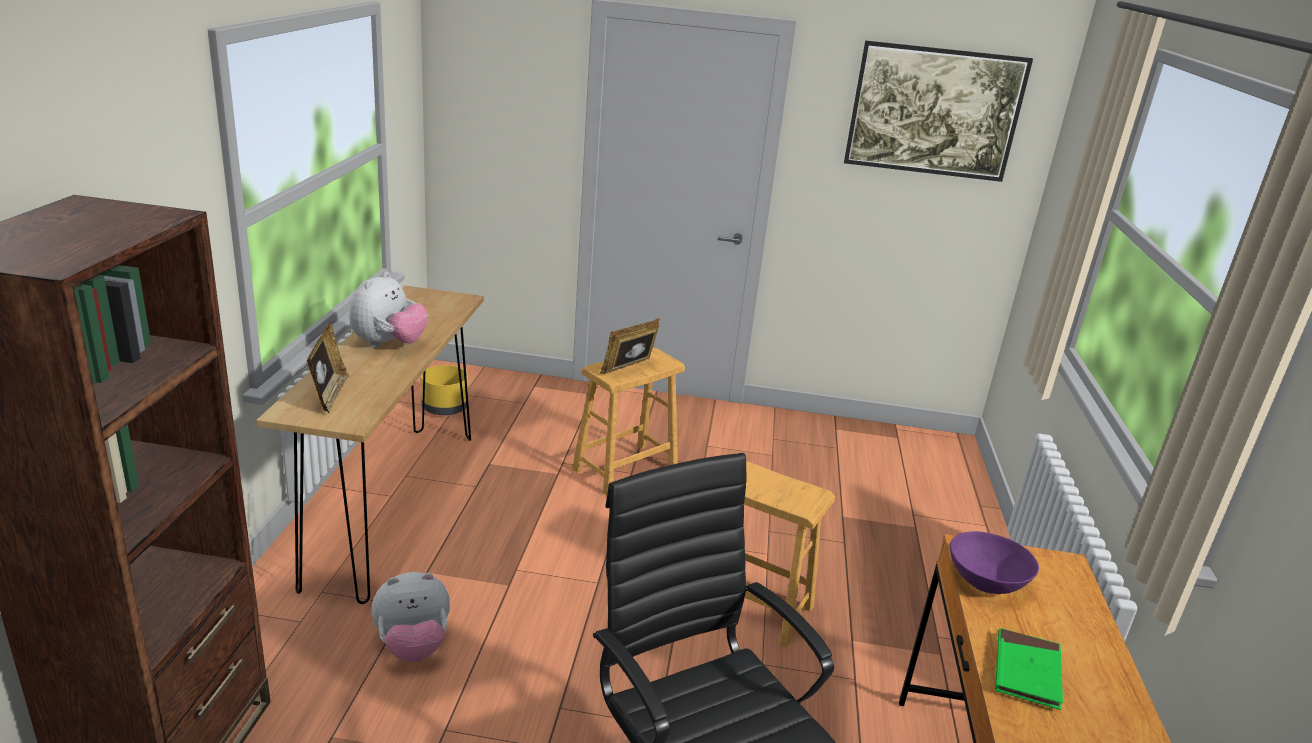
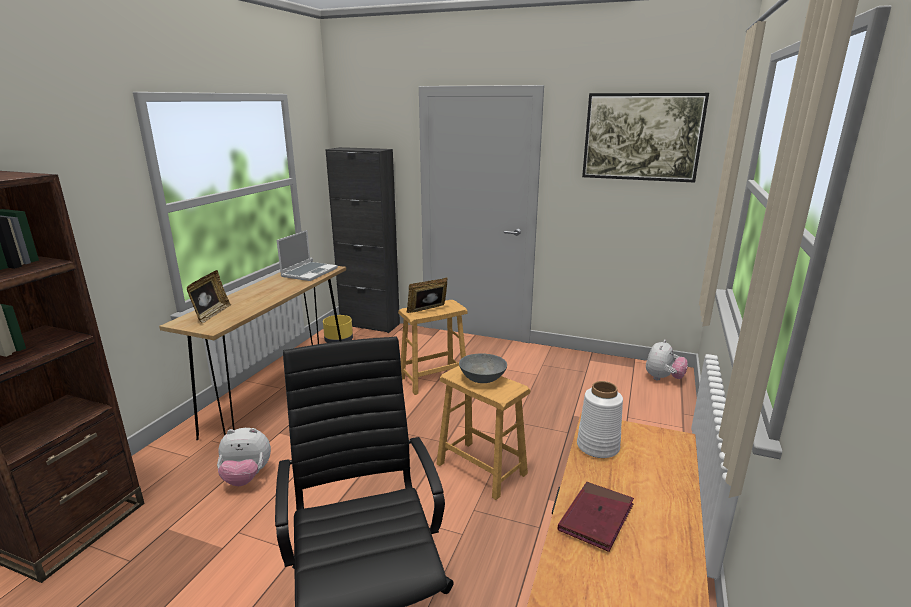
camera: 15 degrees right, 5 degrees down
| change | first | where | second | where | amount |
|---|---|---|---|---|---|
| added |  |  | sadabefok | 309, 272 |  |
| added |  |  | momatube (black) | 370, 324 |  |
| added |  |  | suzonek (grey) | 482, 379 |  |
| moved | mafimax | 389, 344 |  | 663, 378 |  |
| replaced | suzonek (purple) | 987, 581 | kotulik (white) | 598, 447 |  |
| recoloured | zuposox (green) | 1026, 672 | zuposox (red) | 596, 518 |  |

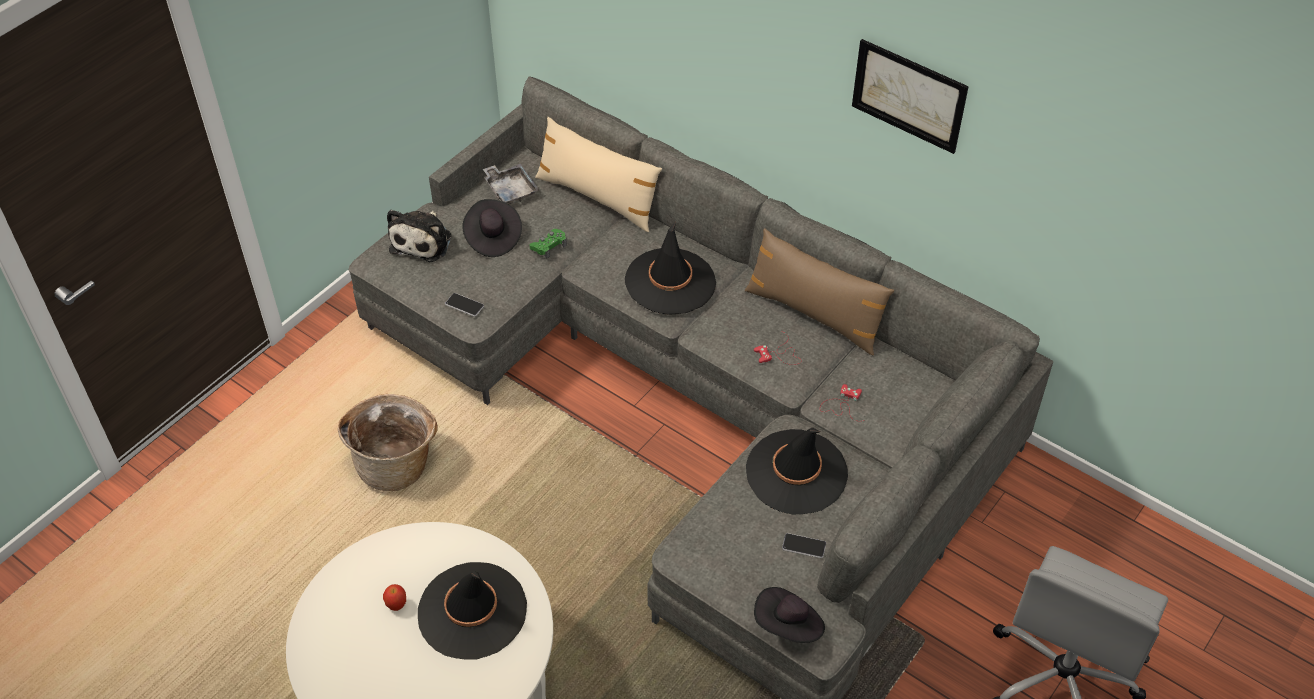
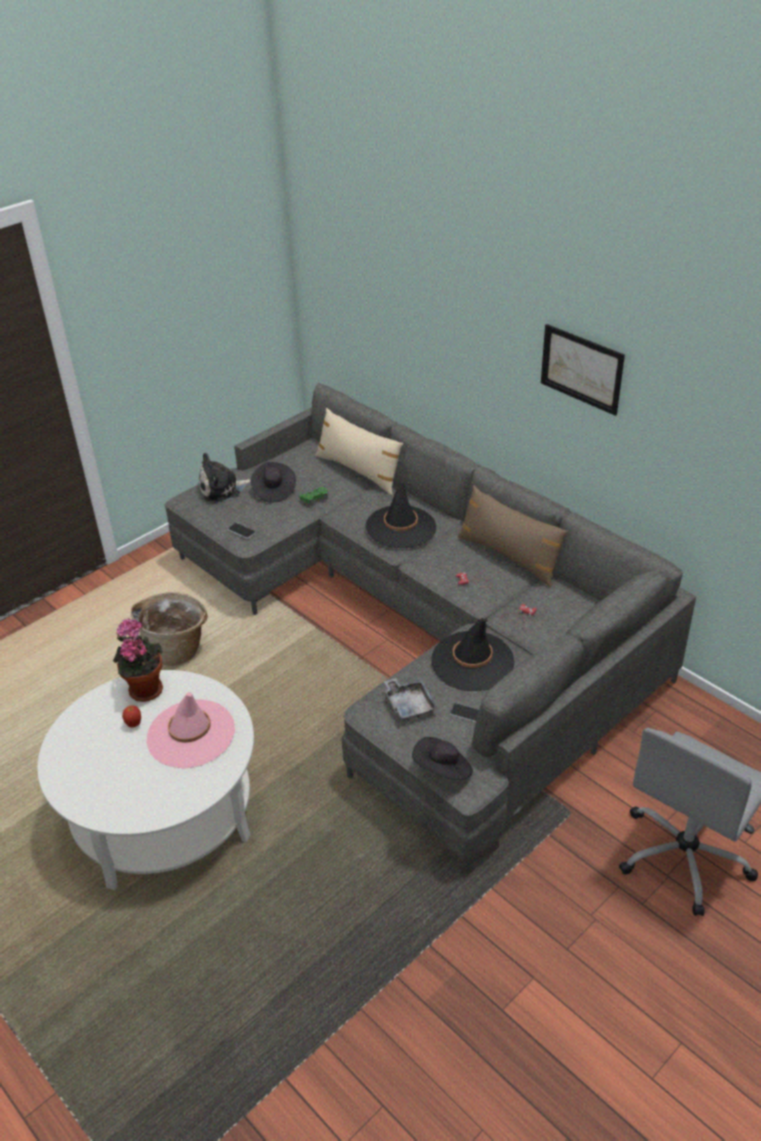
camera: 10 degrees right, 10 degrees down
| change | first | where | second | where | amount |
|---|---|---|---|---|---|
| added |  |  | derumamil | 144, 688 |  |
| moved | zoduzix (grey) | 510, 190 |  | 409, 704 |  |
| recoloured | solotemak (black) | 472, 611 | solotemak (pink) | 191, 734 |  |
| turned | mafimax | 423, 241 |  | 222, 489 | 45 degrees clockwise |

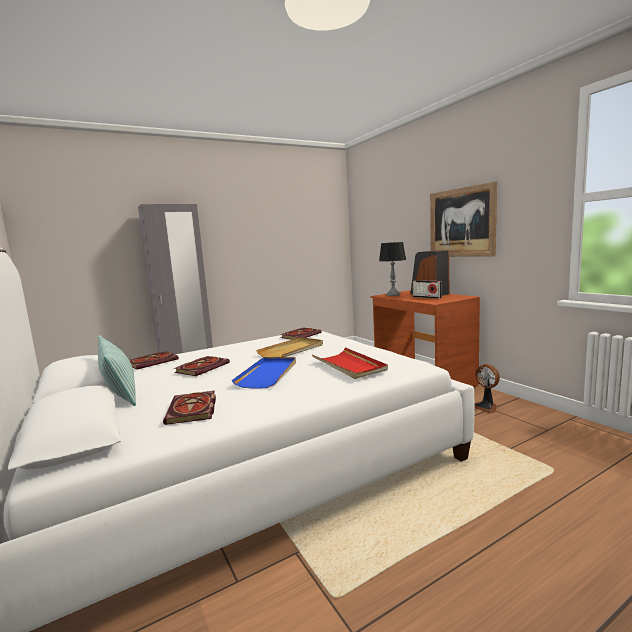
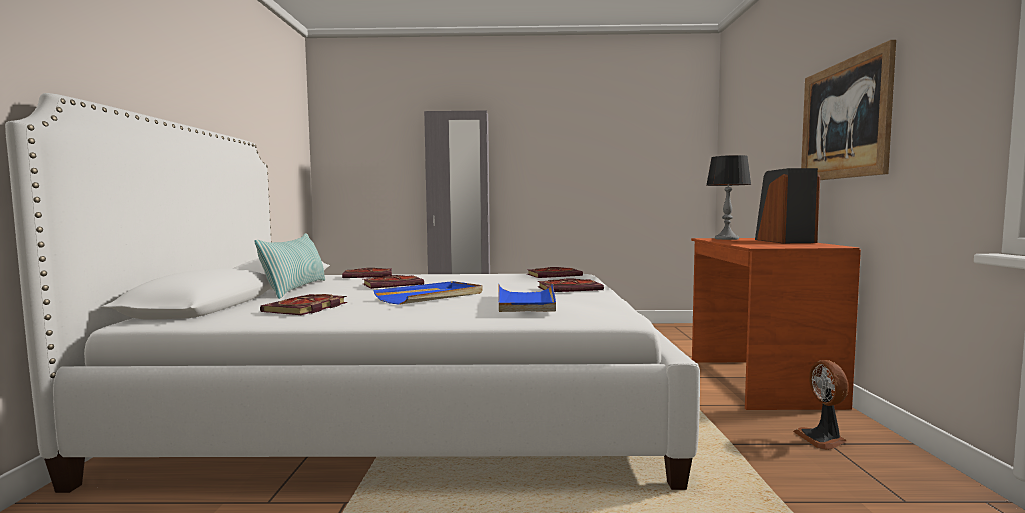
camera: 30 degrees right, 5 degrees down
| change | first | where | second | where | amount |
|---|---|---|---|---|---|
| removed | zoduzix (beige) | 292, 350 |  |  |  |
| removed | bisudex | 427, 297 |  |  |  |
| added |  |  | zuposox | 570, 289 |  |
| recoloured | zoduzix (red) | 349, 365 | zoduzix (blue) | 526, 301 |  |

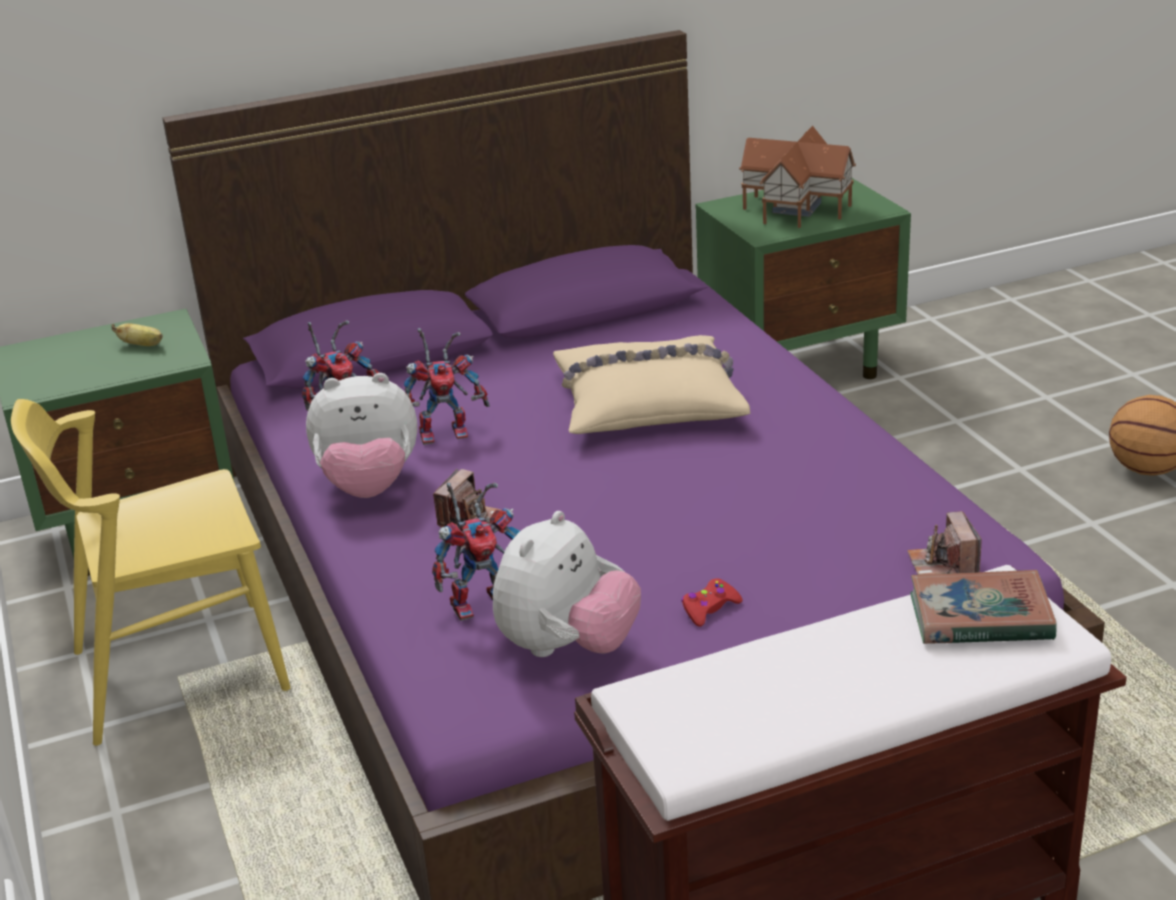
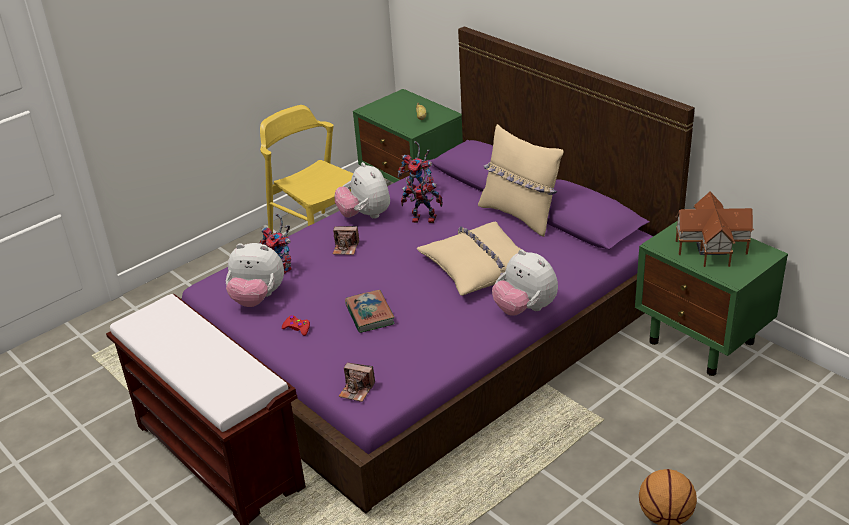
camera: 70 degrees right, 5 degrees up
| change | first | where | second | where | amount |
|---|---|---|---|---|---|
| added |  |  | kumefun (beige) | 519, 215 |  |
| added |  |  | mafimax | 525, 309 |  |
| moved | zuposox | 980, 617 |  | 369, 314 |  |
| turned | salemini | 447, 432 |  | 421, 220 | 135 degrees clockwise |
| turned | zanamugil | 942, 564 |  | 357, 390 | 135 degrees counterclockwise |

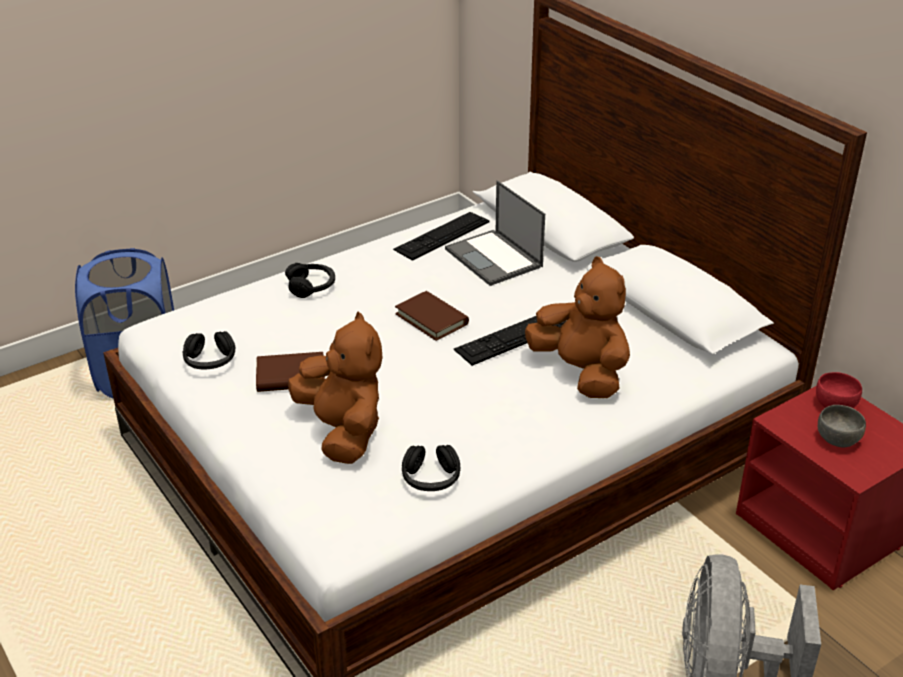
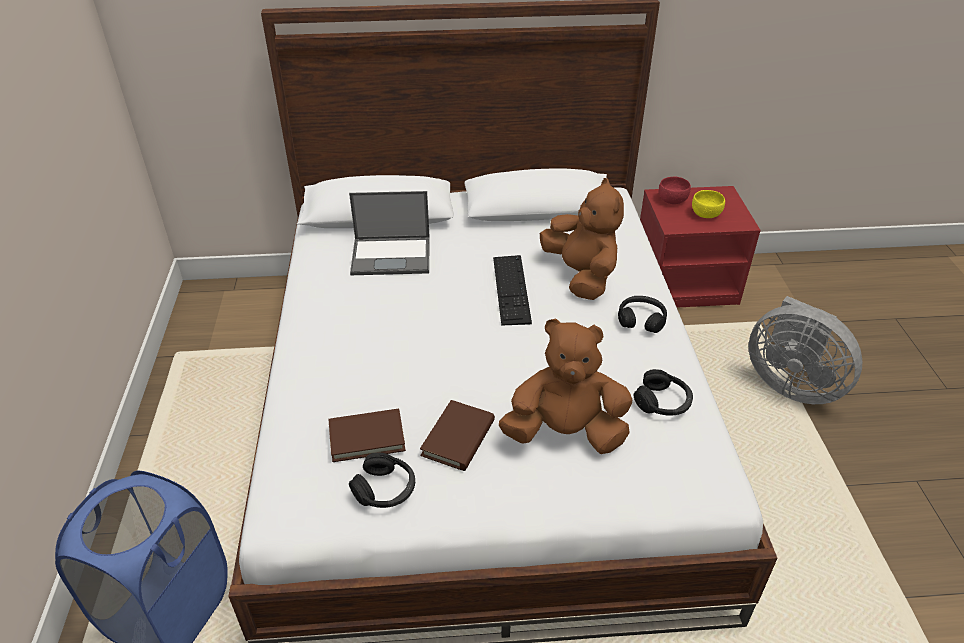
camera: 60 degrees left, 5 degrees up
| change | first | where | second | where | amount |
|---|---|---|---|---|---|
| removed | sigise | 442, 235 |  |  |  |
| moved | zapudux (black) | 311, 286 |  | 641, 320 |  |
| moved | zuposox (brown) | 431, 319 |  | 367, 437 |  |
| recoloured | suzonek (grey) | 838, 439 | suzonek (yellow) | 706, 214 |  |
| turned | mafimax (brown) | 581, 372 |  | 581, 276 | 75 degrees clockwise |

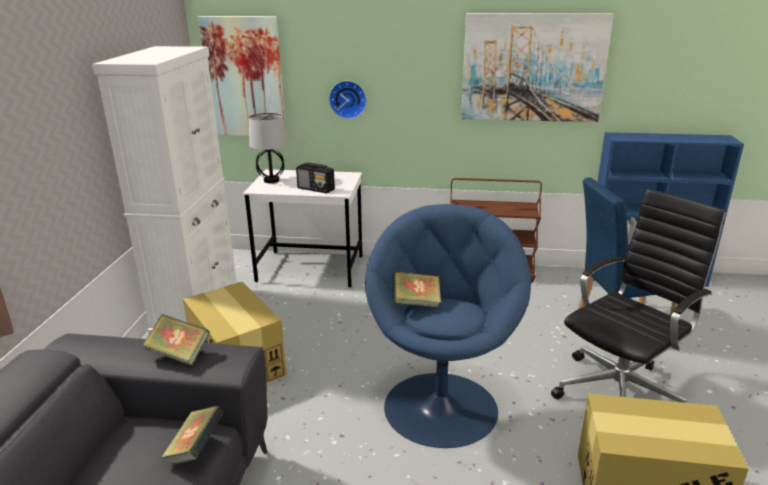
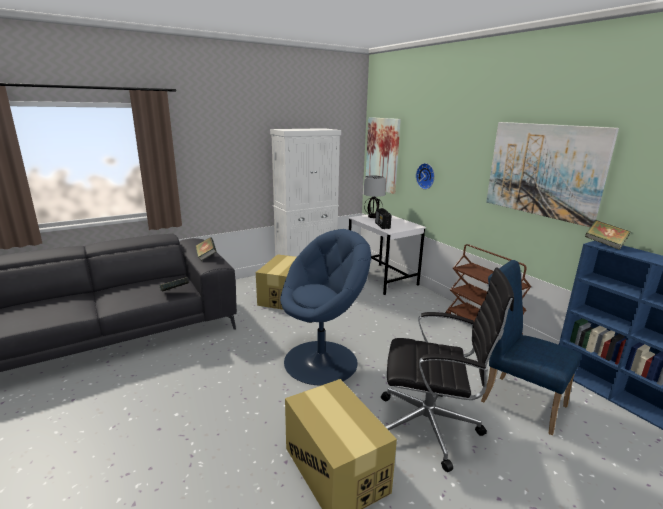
camera: 50 degrees right, 5 degrees down
| change | first | where | second | where | amount |
|---|---|---|---|---|---|
| moved | zuposox | 416, 302 |  | 604, 244 |  |

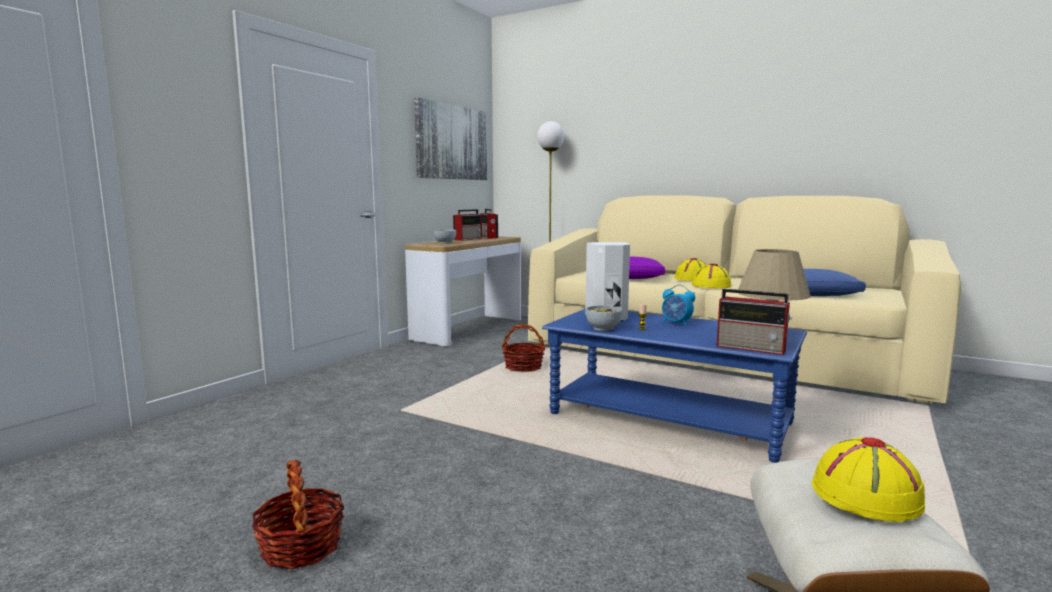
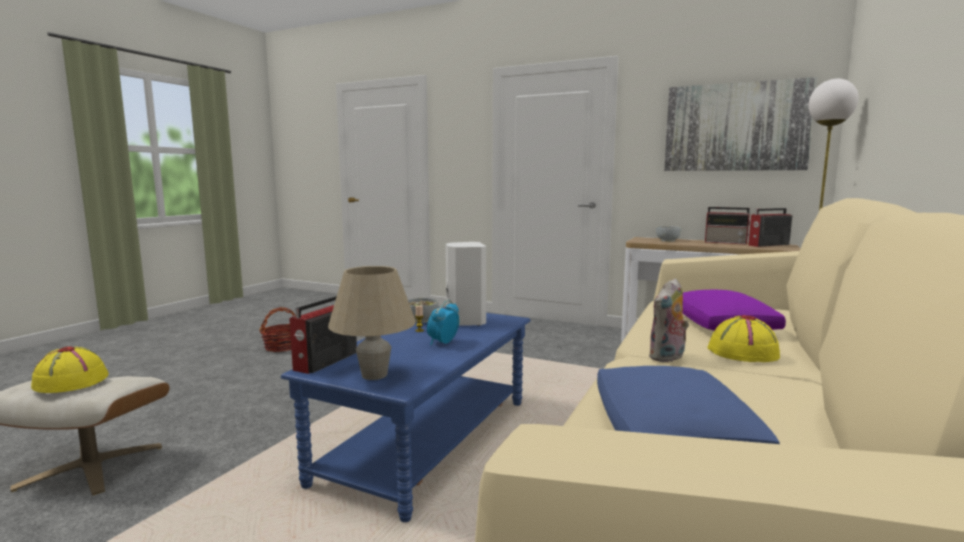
camera: 85 degrees right, 0 degrees up
| change | first | where | second | where | amount |
|---|---|---|---|---|---|
| removed | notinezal | 523, 367 |  |  |  |
| replaced | solotemak (yellow) | 711, 286 | mafimax | 667, 357 |  |

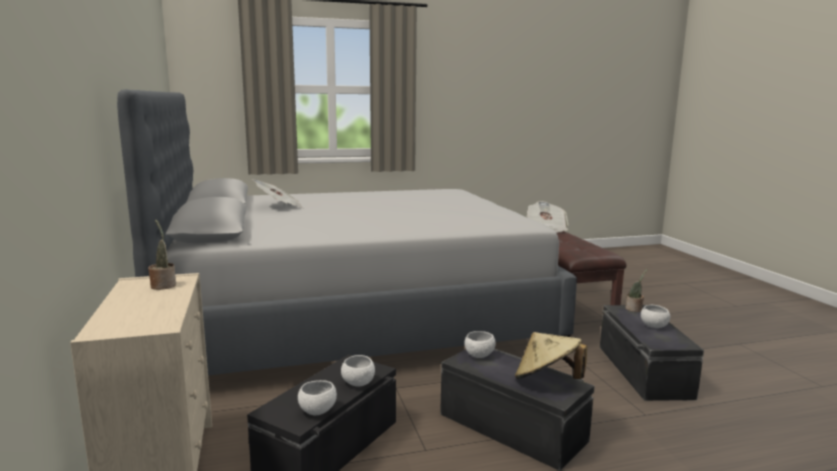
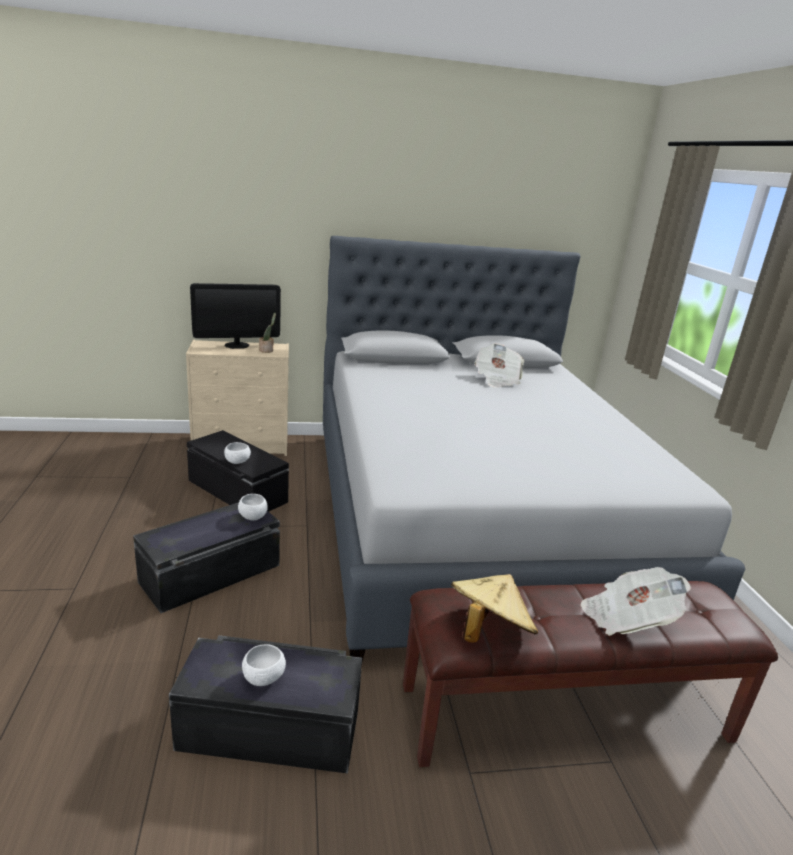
camera: 95 degrees right, 10 degrees up
| change | first | where | second | where | amount |
|---|---|---|---|---|---|
| removed | suzonek (white) | 318, 411 |  |  |  |
| removed | derumamil | 634, 309 |  |  |  |
| added |  |  | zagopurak | 237, 345 |  |
| moved | solotemak (beige) | 547, 380 |  | 488, 631 |  |

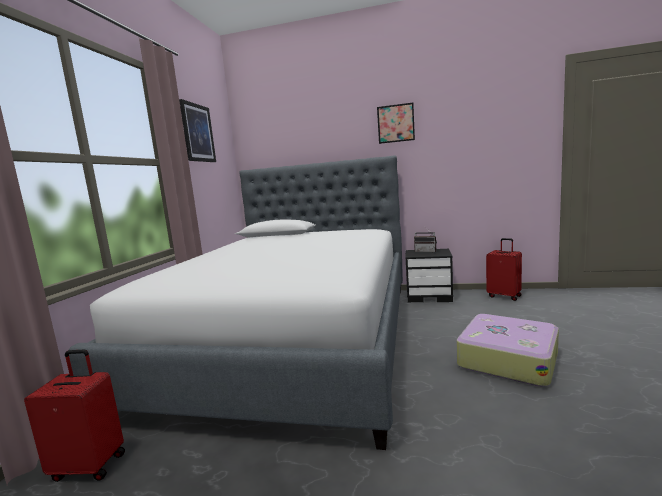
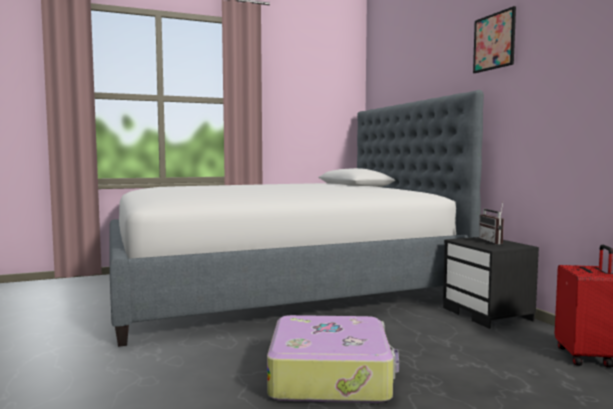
camera: 55 degrees right, 5 degrees down
| change | first | where | second | where | amount |
|---|---|---|---|---|---|
| removed | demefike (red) | 90, 465 |  |  |  |
| removed | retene | 198, 133 |  |  |  |

